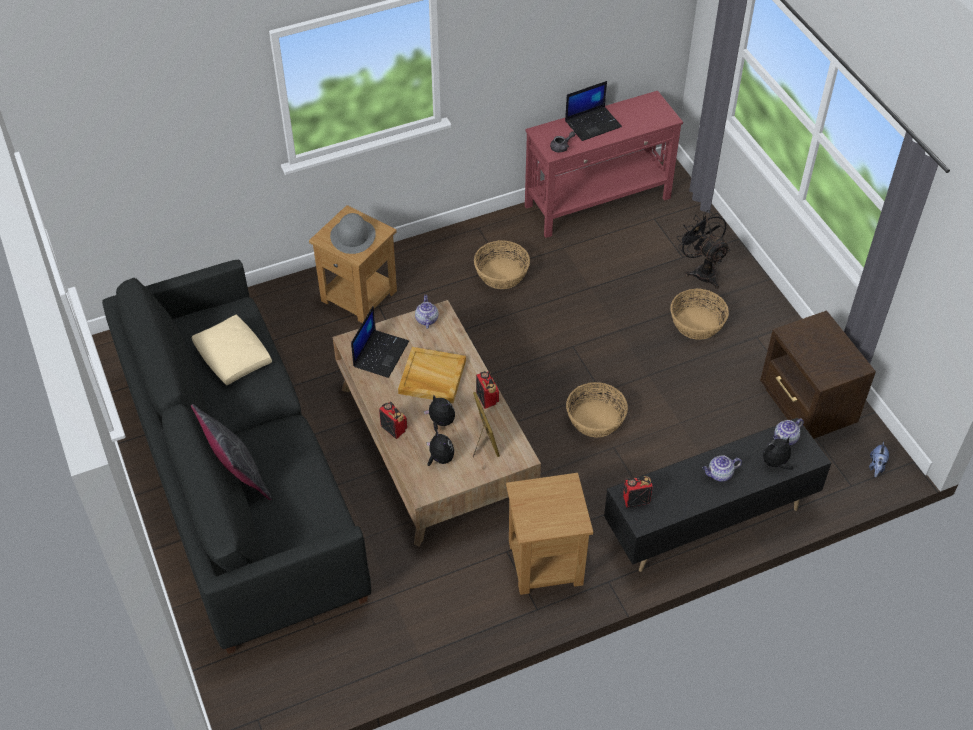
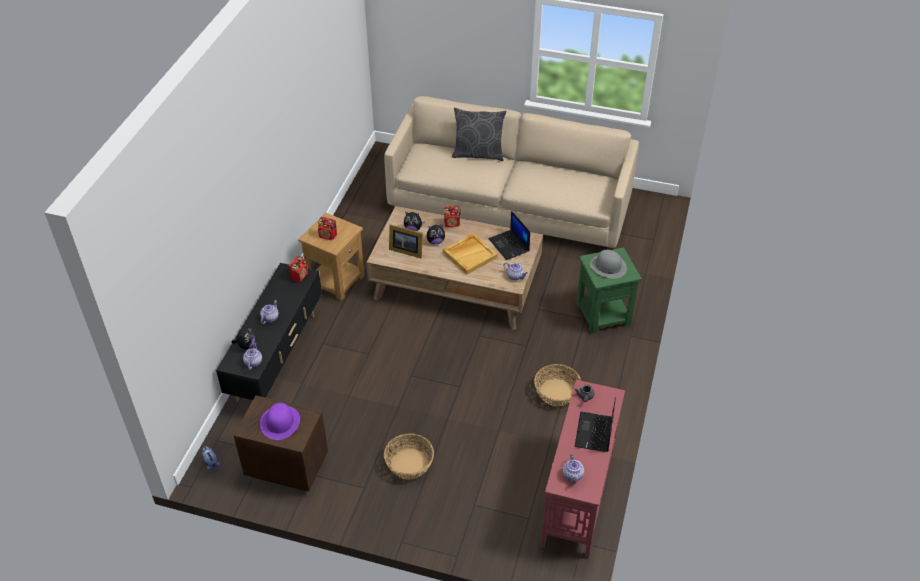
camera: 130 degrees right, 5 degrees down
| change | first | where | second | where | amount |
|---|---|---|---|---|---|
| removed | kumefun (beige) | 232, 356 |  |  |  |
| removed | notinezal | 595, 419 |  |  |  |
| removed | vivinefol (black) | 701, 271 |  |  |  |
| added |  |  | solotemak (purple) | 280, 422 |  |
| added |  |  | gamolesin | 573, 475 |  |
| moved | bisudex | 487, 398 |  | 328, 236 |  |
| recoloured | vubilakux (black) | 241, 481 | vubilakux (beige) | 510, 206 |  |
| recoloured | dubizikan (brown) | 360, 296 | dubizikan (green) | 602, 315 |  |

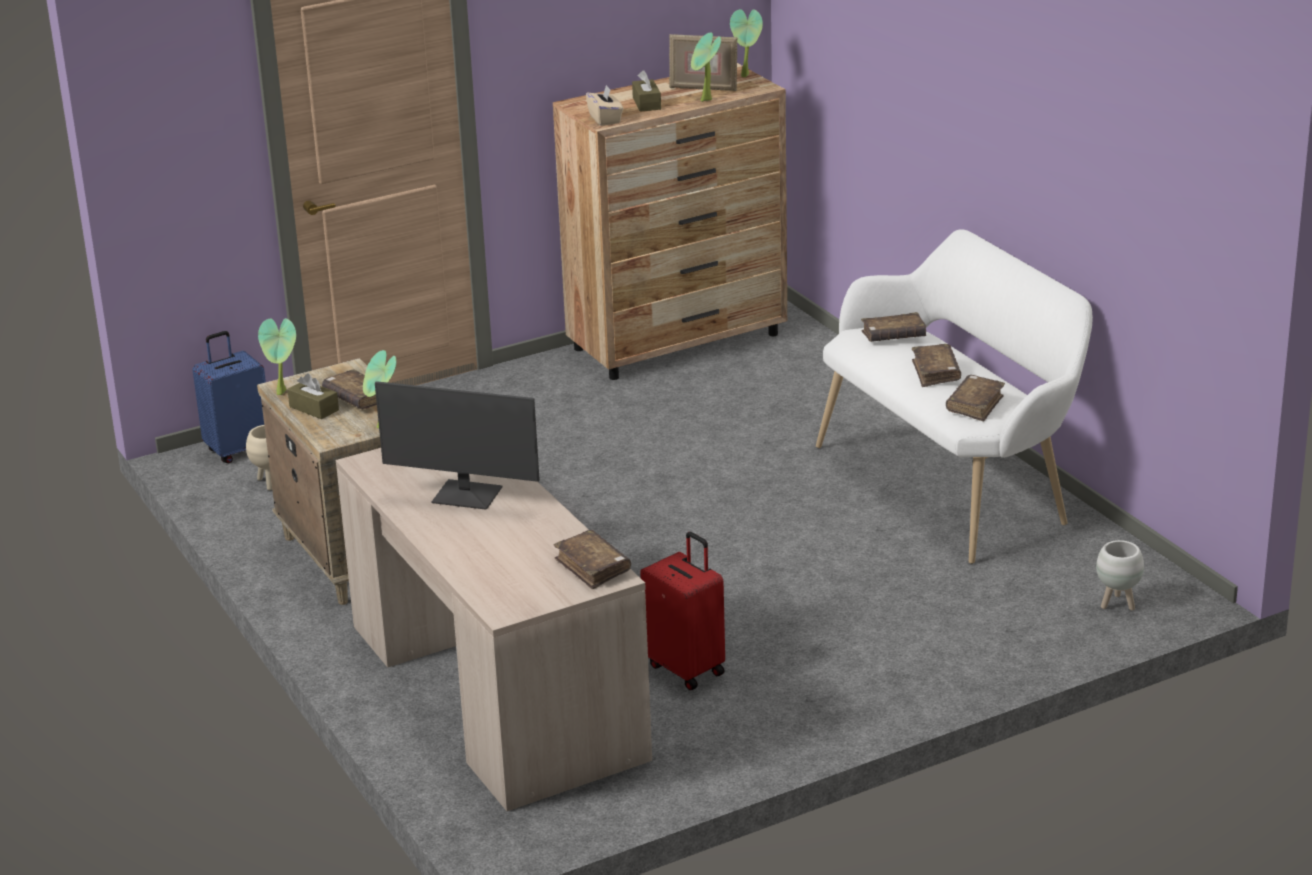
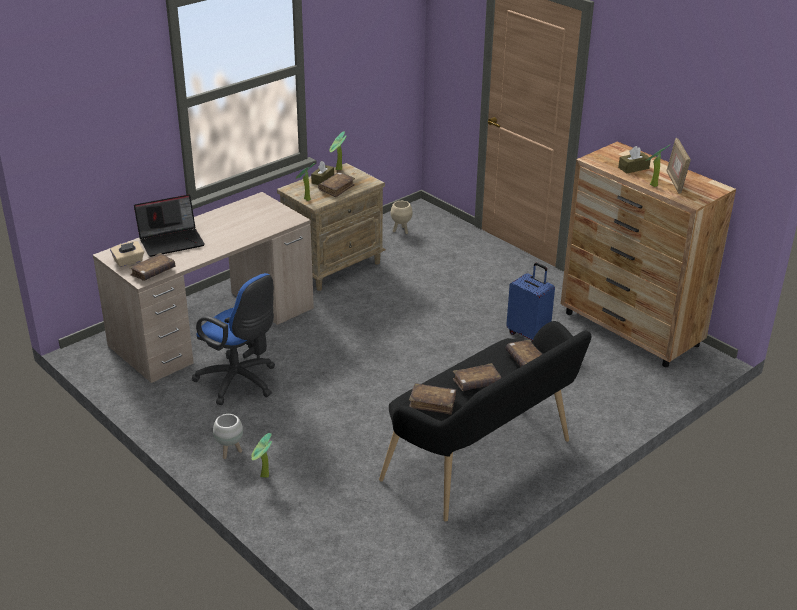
camera: 75 degrees right, 5 degrees up
| change | first | where | second | where | amount |
|---|---|---|---|---|---|
| removed | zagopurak | 466, 496 |  |  |  |
| added |  |  | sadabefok | 172, 241 |  |
| moved | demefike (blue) | 239, 450 |  | 529, 334 |  |
| moved | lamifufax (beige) | 605, 119 |  | 129, 261 |  |
| moved | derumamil | 747, 76 |  | 263, 477 |  |
| moved | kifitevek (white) | 1117, 605 |  | 229, 452 |  |
| replaced | demefike (red) | 687, 668 | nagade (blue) | 240, 383 |  |
| recoloured | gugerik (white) | 951, 484 | gugerik (black) | 485, 463 |  |

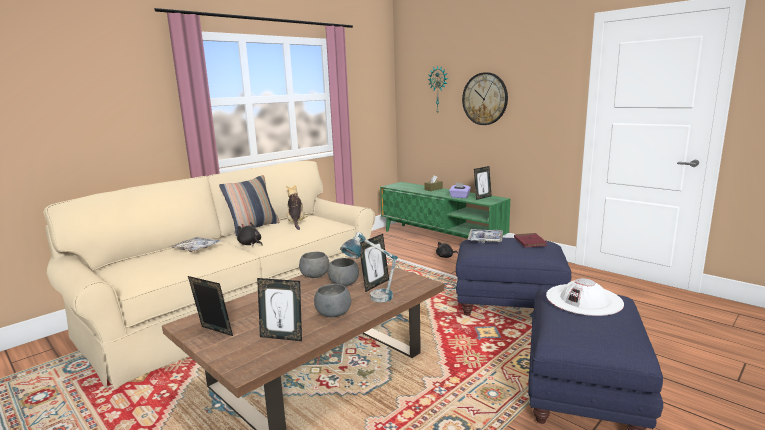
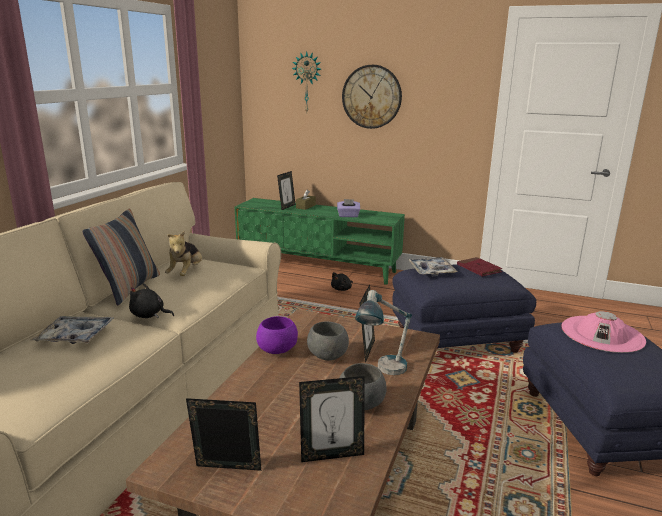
camera: 25 degrees left, 5 degrees up
| change | first | where | second | where | amount |
|---|---|---|---|---|---|
| moved | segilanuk | 482, 197 |  | 286, 207 |  |
| recoloured | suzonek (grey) | 315, 276 | suzonek (purple) | 277, 351 |  |
| recoloured | solotemak (white) | 584, 300 | solotemak (pink) | 602, 334 |  |
| turned | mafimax | 296, 223 |  | 186, 273 | 135 degrees counterclockwise |

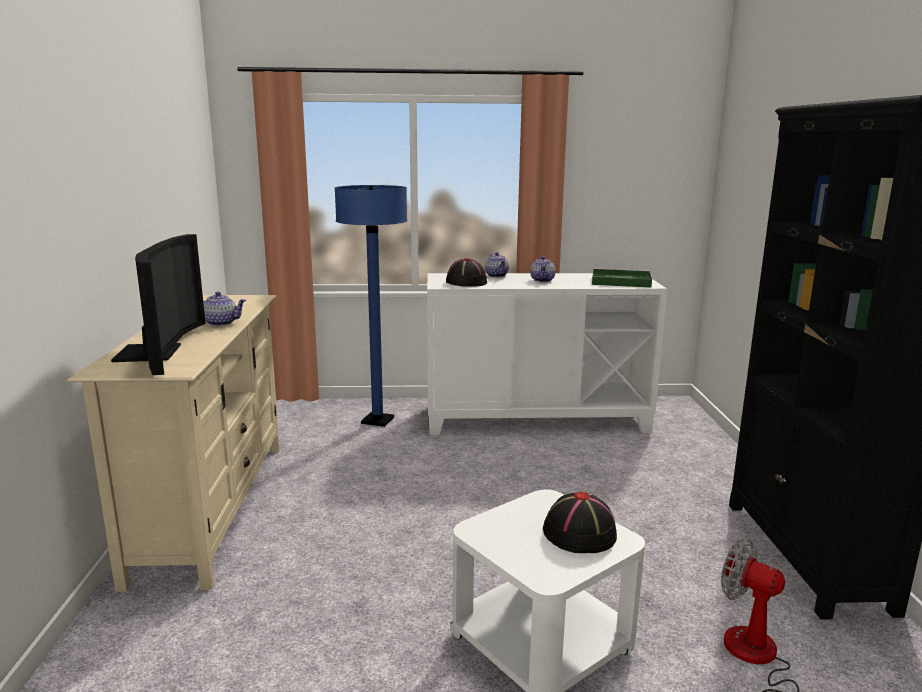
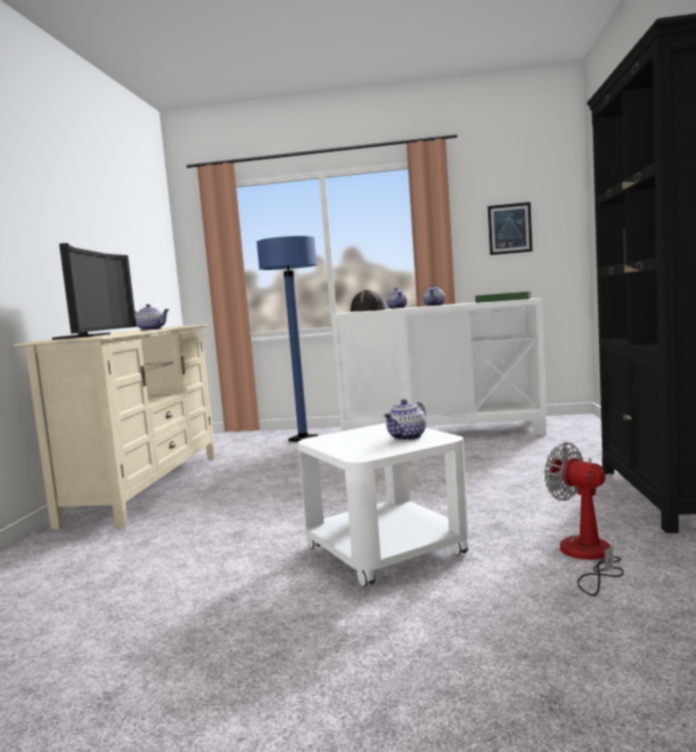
camera: 10 degrees right, 10 degrees down
| change | first | where | second | where | amount |
|---|---|---|---|---|---|
| added |  |  | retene | 509, 228 |  |
| replaced | solotemak (black) | 580, 534 | gamolesin | 406, 437 |  |

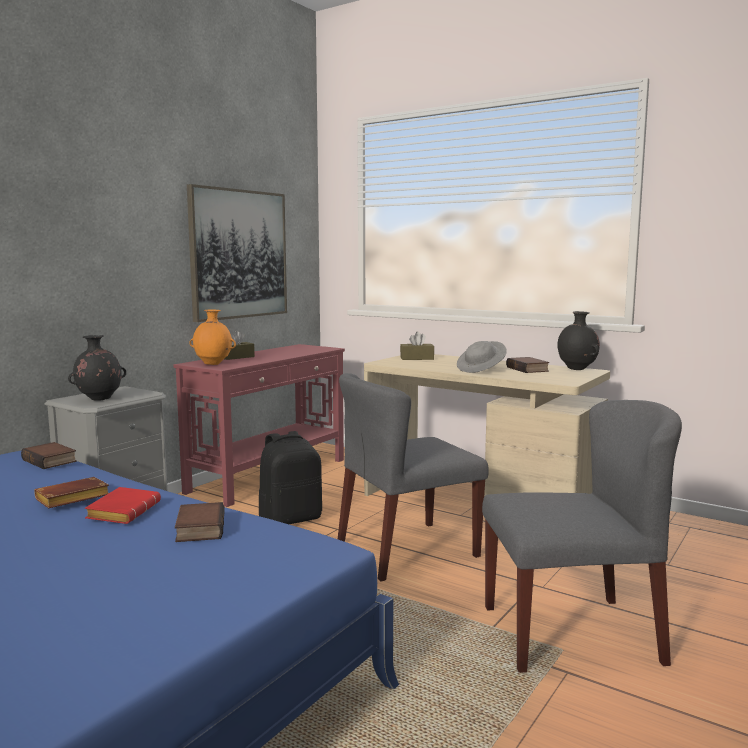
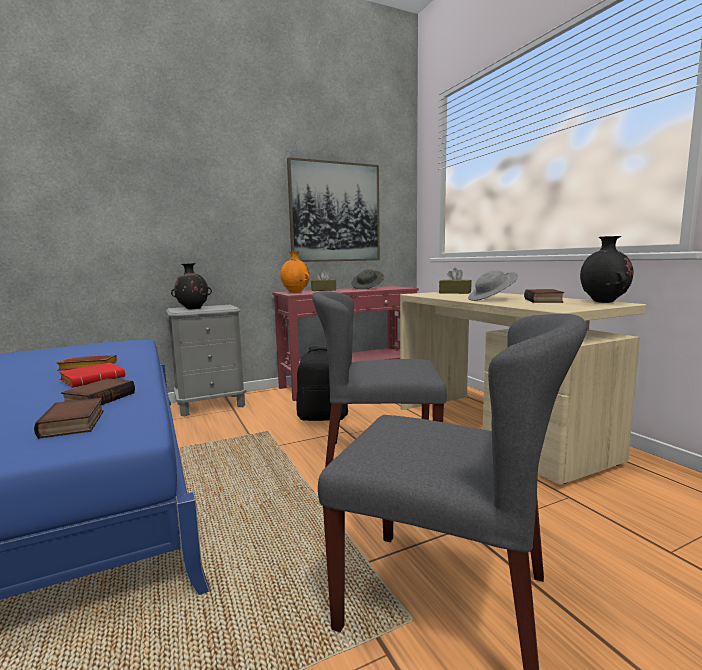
camera: 30 degrees right, 0 degrees up
| change | first | where | second | where | amount |
|---|---|---|---|---|---|
| added |  |  | solotemak (grey) | 367, 288 |  |
| moved | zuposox | 51, 460 |  | 75, 424 |  |

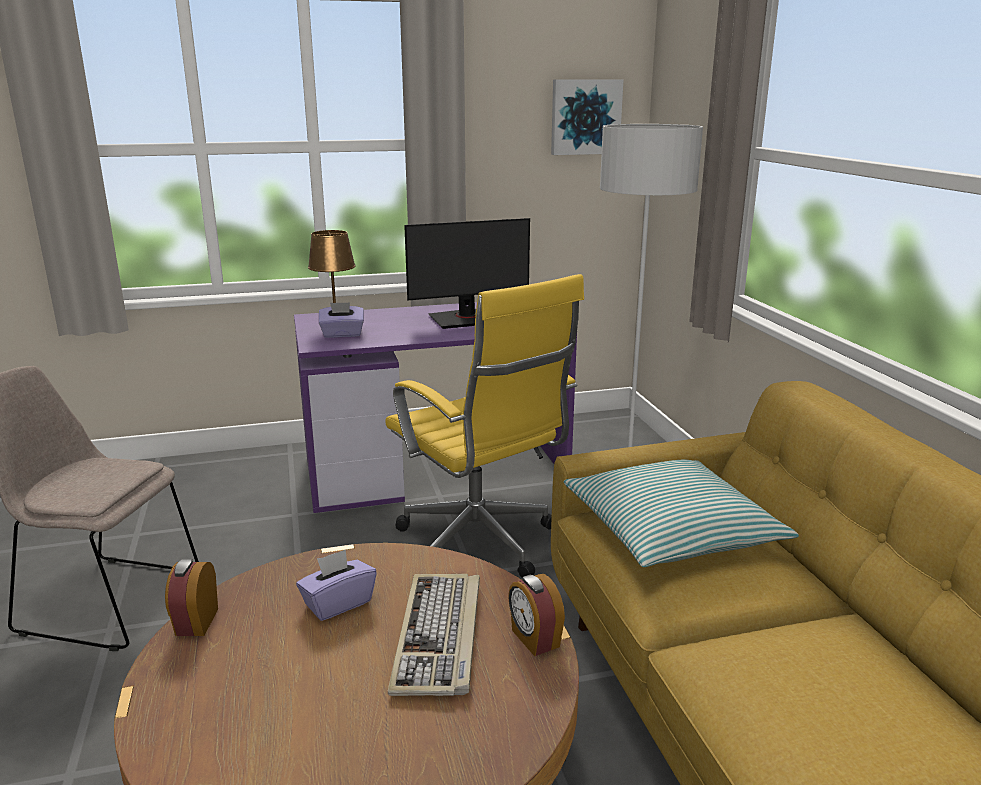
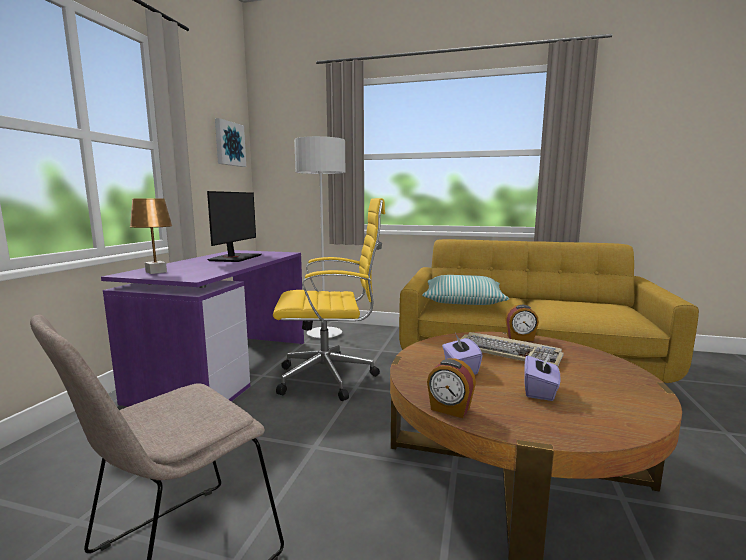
camera: 60 degrees left, 10 degrees down
| change | first | where | second | where | amount |
|---|---|---|---|---|---|
| moved | lamifufax (purple) | 342, 334 |  | 540, 391 |  |

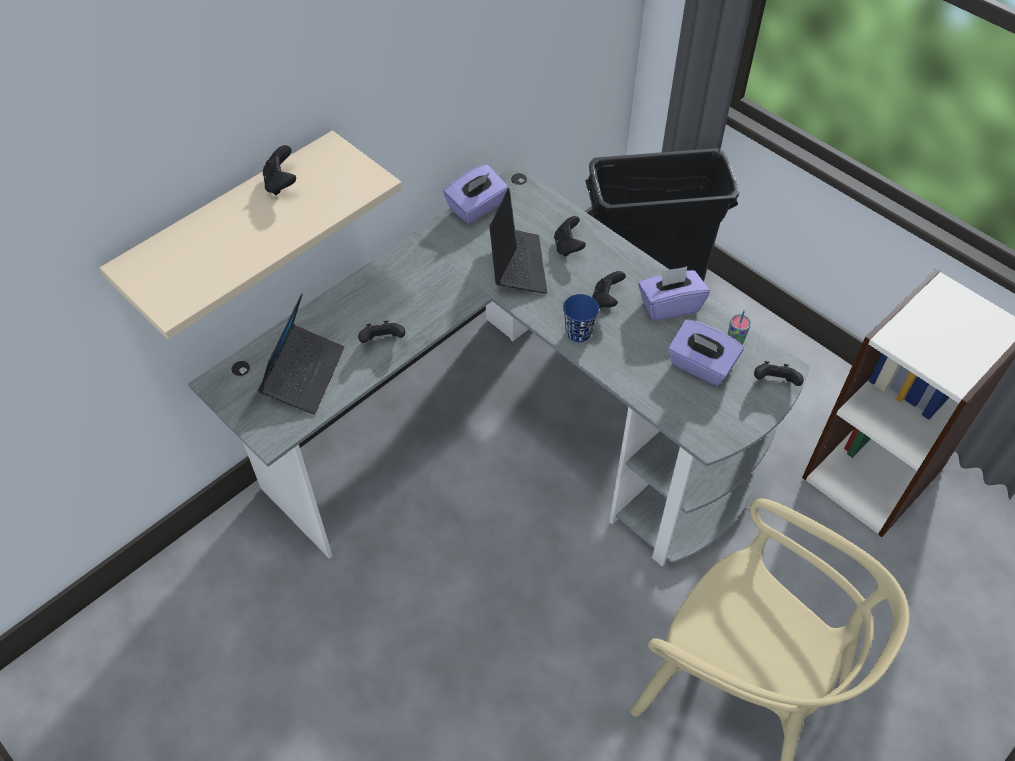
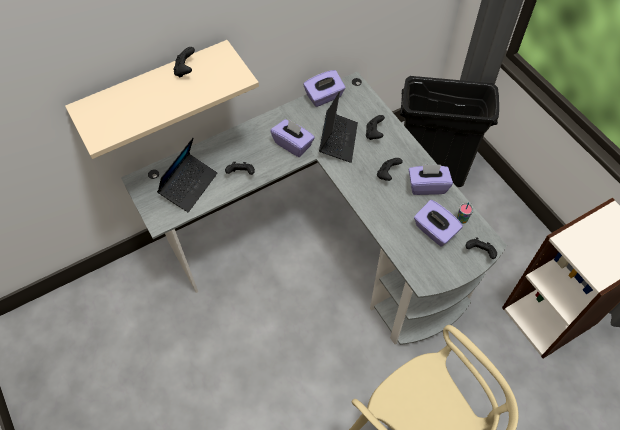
camera: 15 degrees right, 5 degrees up
| change | first | where | second | where | amount |
|---|---|---|---|---|---|
| removed | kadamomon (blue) | 578, 333 |  |  |  |
| added |  |  | lamifufax (purple) | 293, 144 |  |

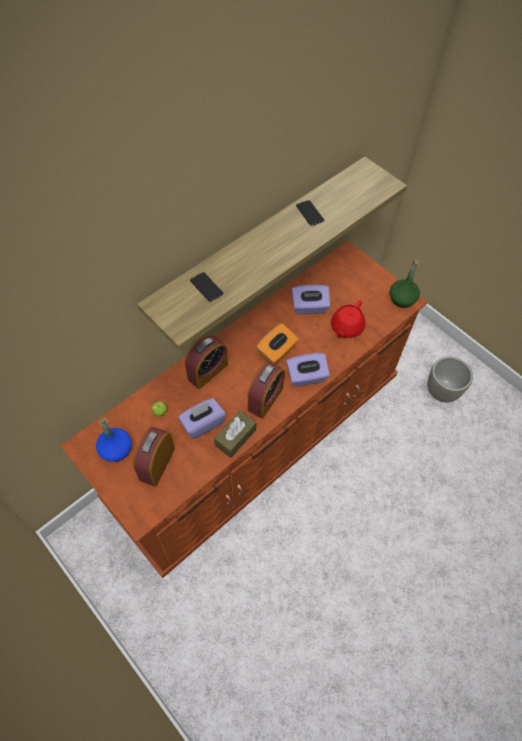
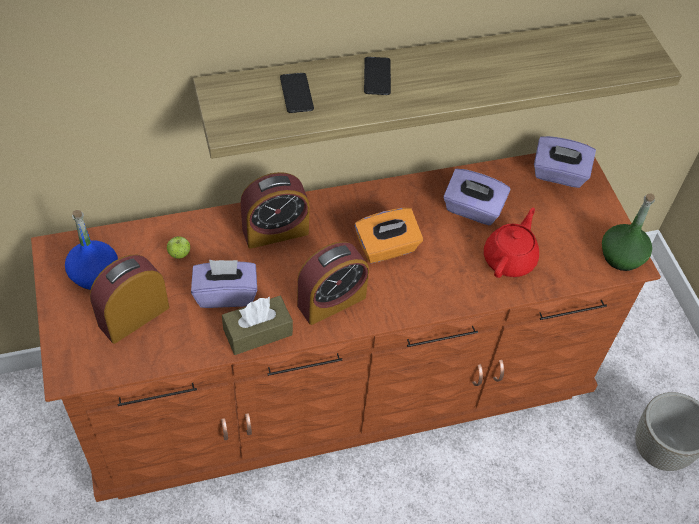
camera: 25 degrees right, 5 degrees down
| change | first | where | second | where | amount |
|---|---|---|---|---|---|
| moved | lamifufax (purple) | 306, 377 |  | 558, 174 |  |
| moved | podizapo | 309, 213 |  | 377, 76 |  |
| turned | gamolesin (red) | 346, 327 |  | 509, 259 | 150 degrees clockwise |

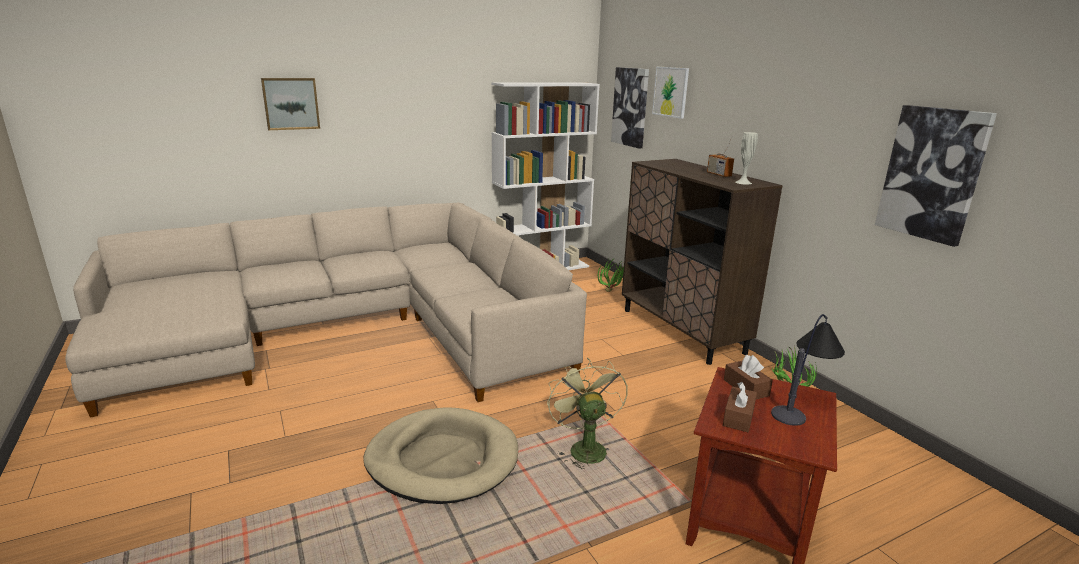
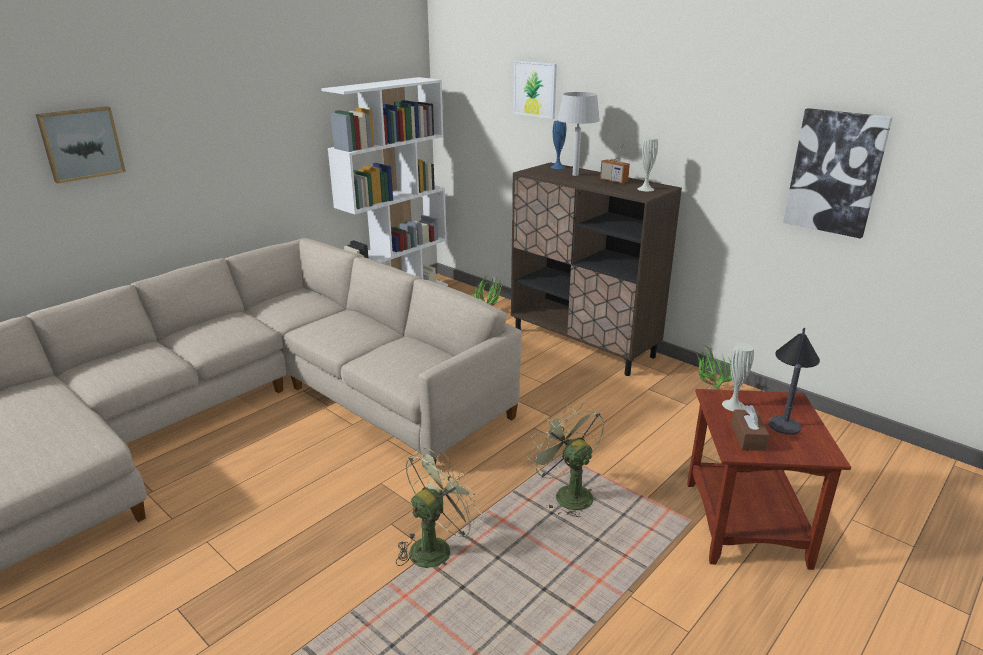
camera: 20 degrees left, 5 degrees up
| change | first | where | second | where | amount |
|---|---|---|---|---|---|
| removed | retene | 631, 107 |  |  |  |
| added |  |  | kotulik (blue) | 557, 167 |  |
| added |  |  | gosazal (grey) | 575, 175 |  |
| replaced | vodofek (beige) | 442, 459 | vivinefol (green) | 436, 547 |  |
| replaced | lamifufax (brown) | 746, 387 | kotulik (white) | 733, 405 |  |

